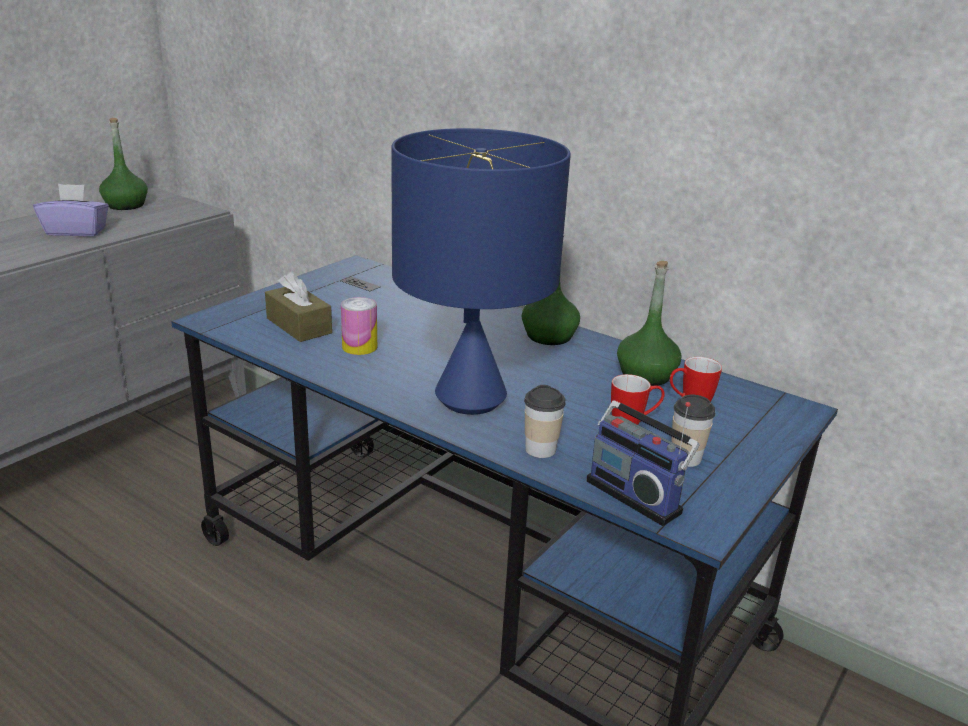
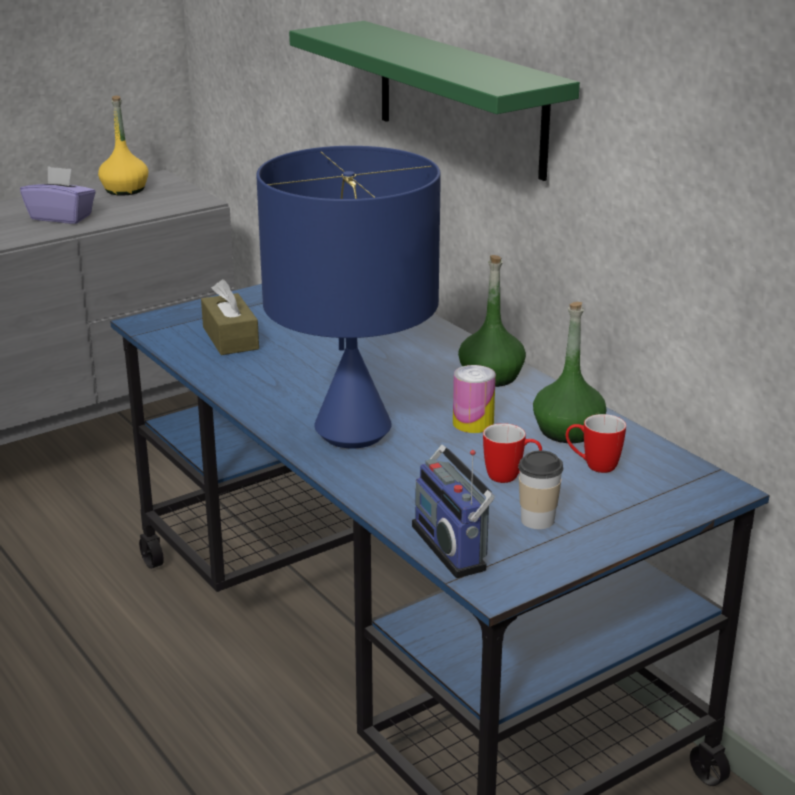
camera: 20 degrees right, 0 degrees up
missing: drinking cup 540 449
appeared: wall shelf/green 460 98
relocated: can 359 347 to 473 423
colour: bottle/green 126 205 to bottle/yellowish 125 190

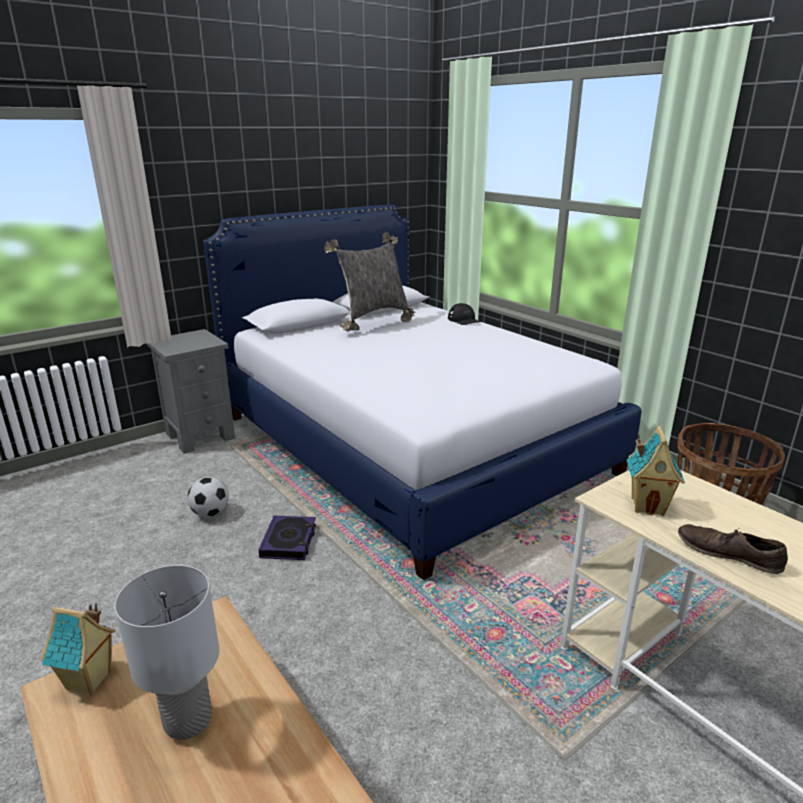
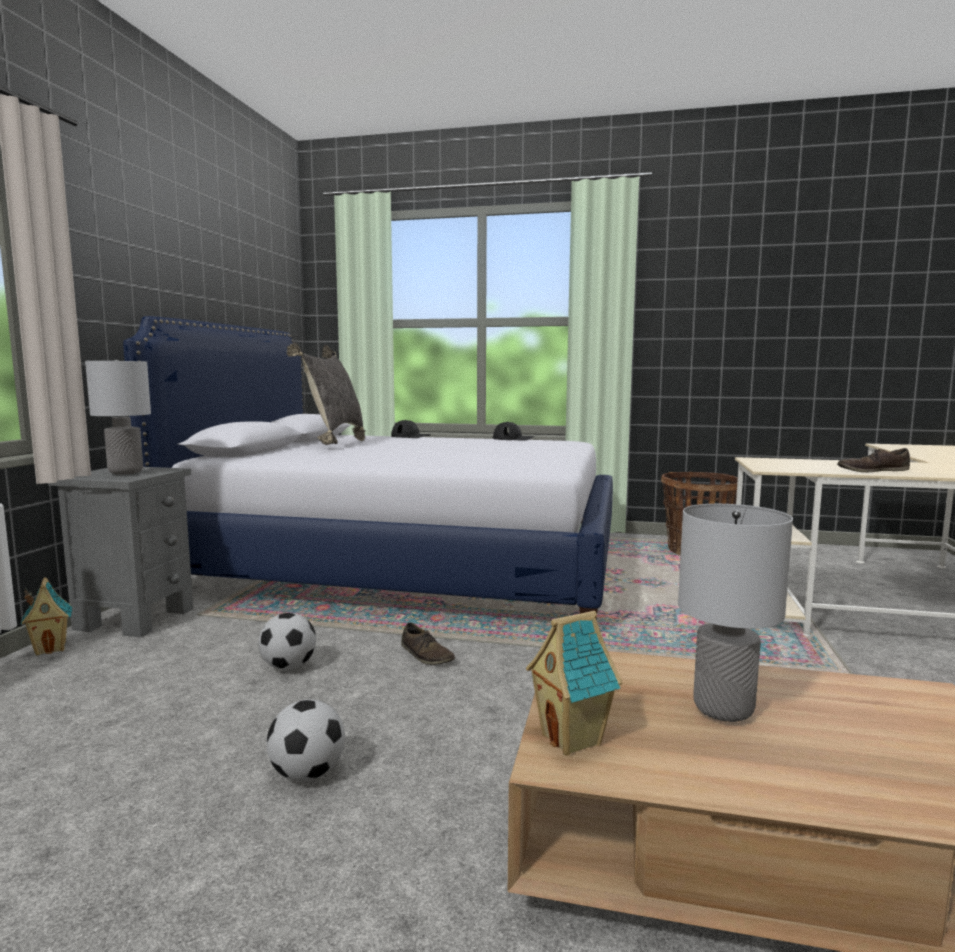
camera: 40 degrees left, 15 degrees down
appeared: tabletop lamp/grey 126 473; peaked cap/black 513 439; football ball 307 774
relocated: model house 648 506 to 51 648
exchanged: book 289 541 to low shoe/brown 426 655

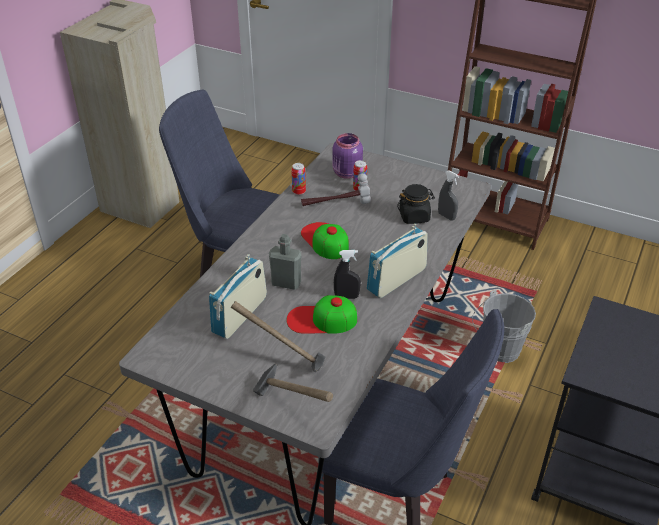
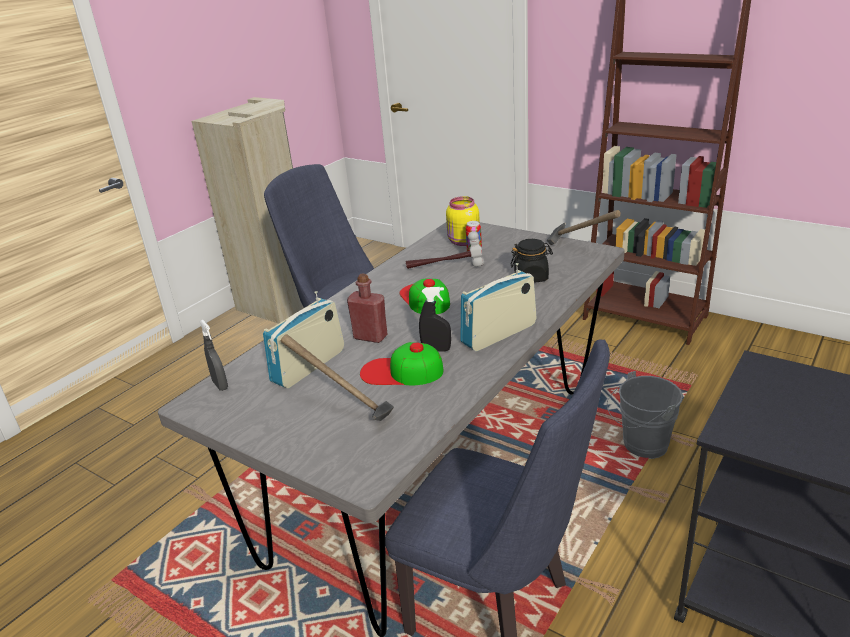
camera: 10 degrees right, 10 degrees down
missing: can 299 192
relocated: sprayer/grey 446 216 to 220 385; tool hammer 292 408 to 580 250
colour: jar/purple 346 173 to jar/yellowish 463 242; bottle/grey 286 283 to bottle/reddish 370 337

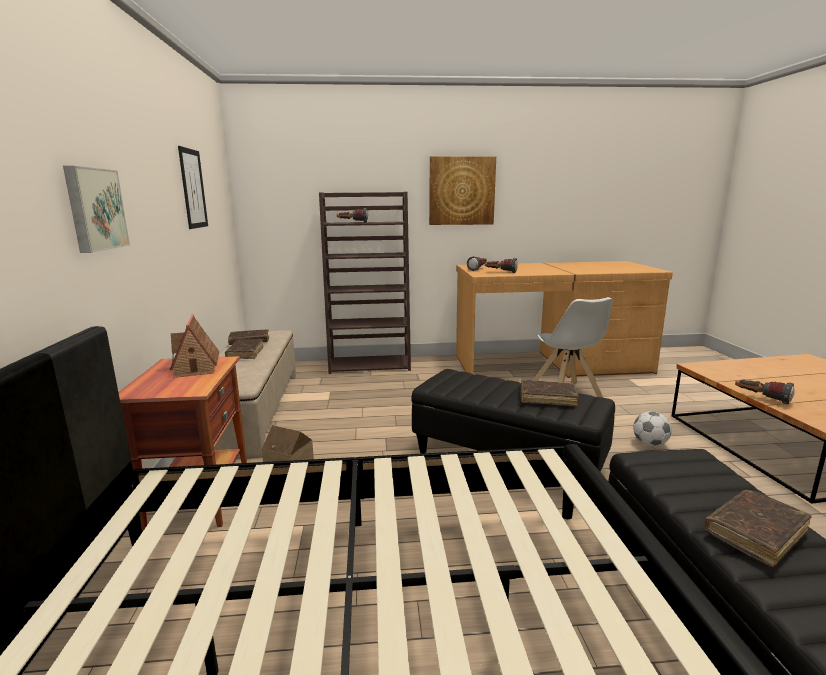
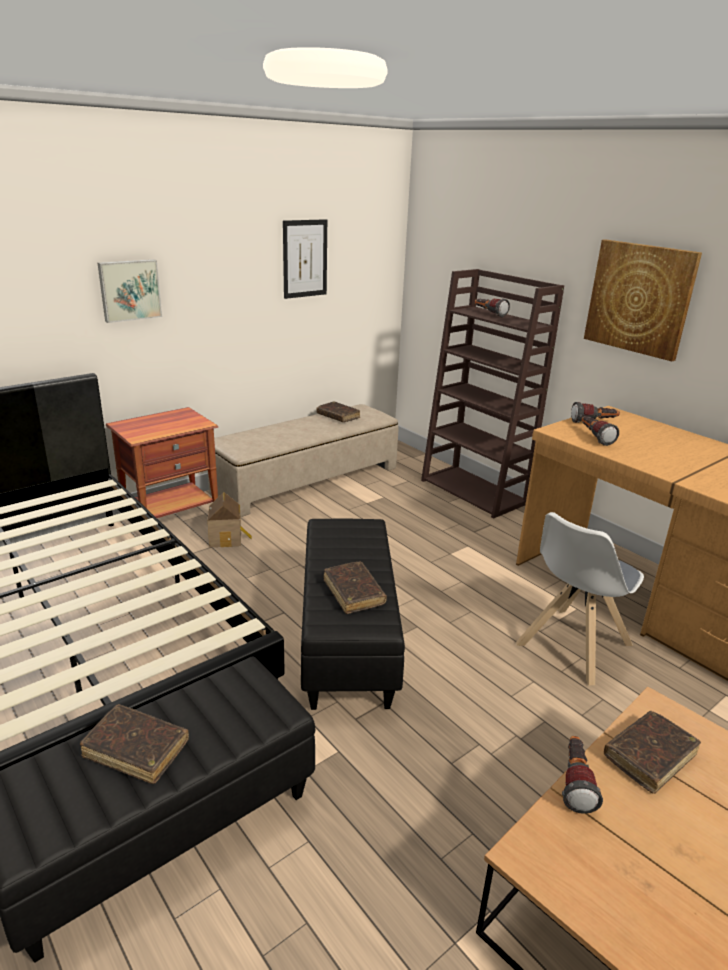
camera: 55 degrees right, 10 degrees up
missing: model house 196 366; football ball 650 444
relocated: book/brown 245 353 to 649 756

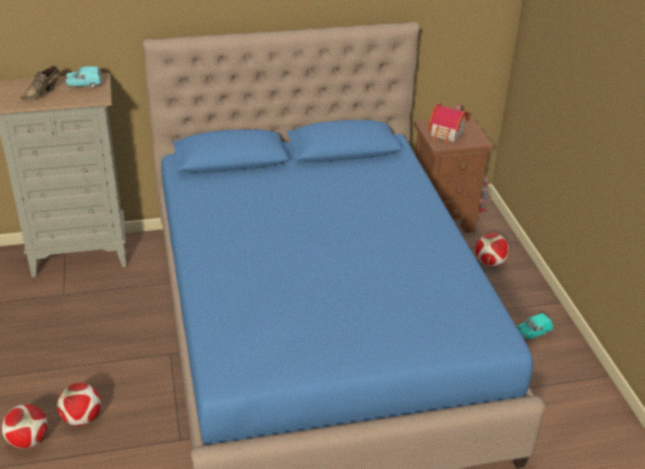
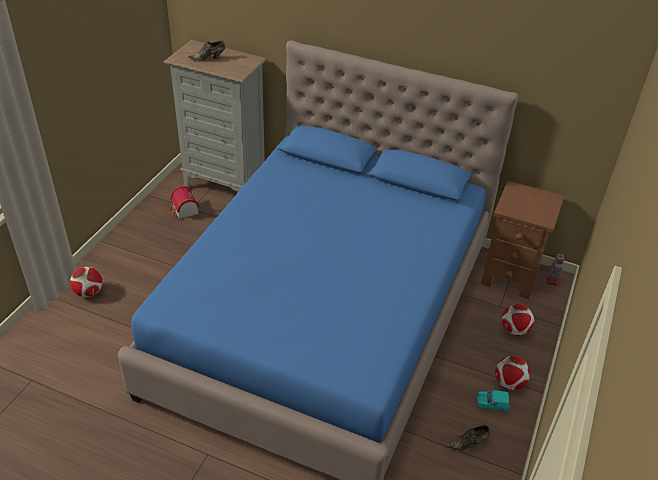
camera: 35 degrees right, 5 degrees up
missing: model car/blue-green 84 85
appeared: low shoe/brown 468 444
relocated: model house 447 134 to 184 211; football ball 82 418 to 509 383

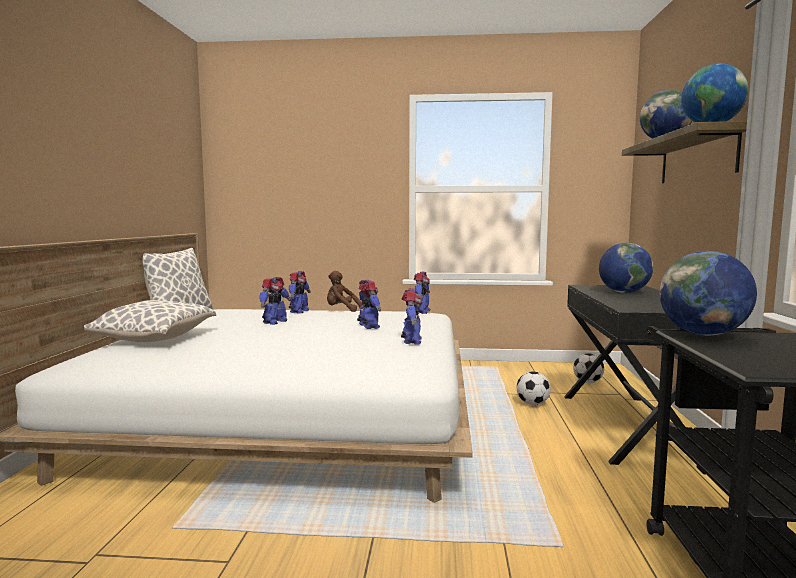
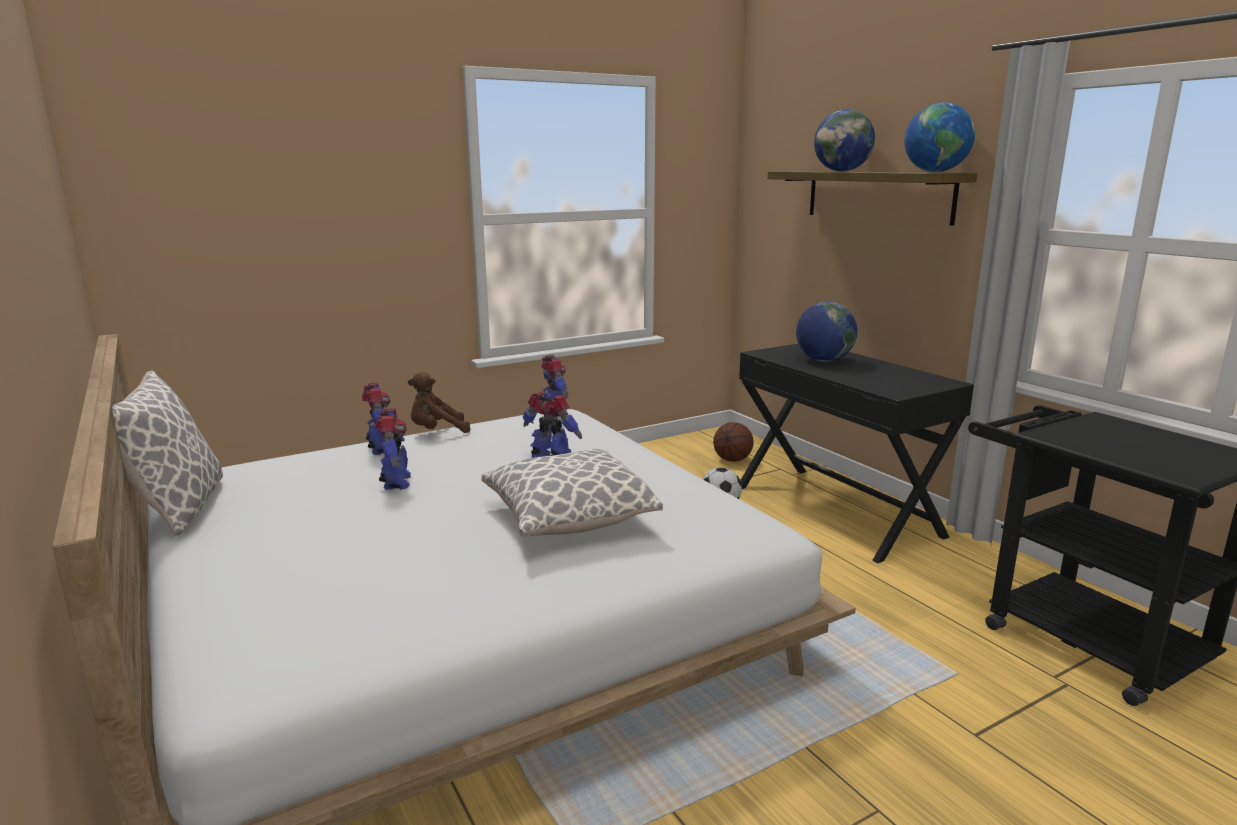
camera: 35 degrees left, 10 degrees up
missing: world globe 703 334; model robot 411 341
relocated: cushion 155 339 to 568 519
exchanged: football ball 587 382 to basketball ball 732 460

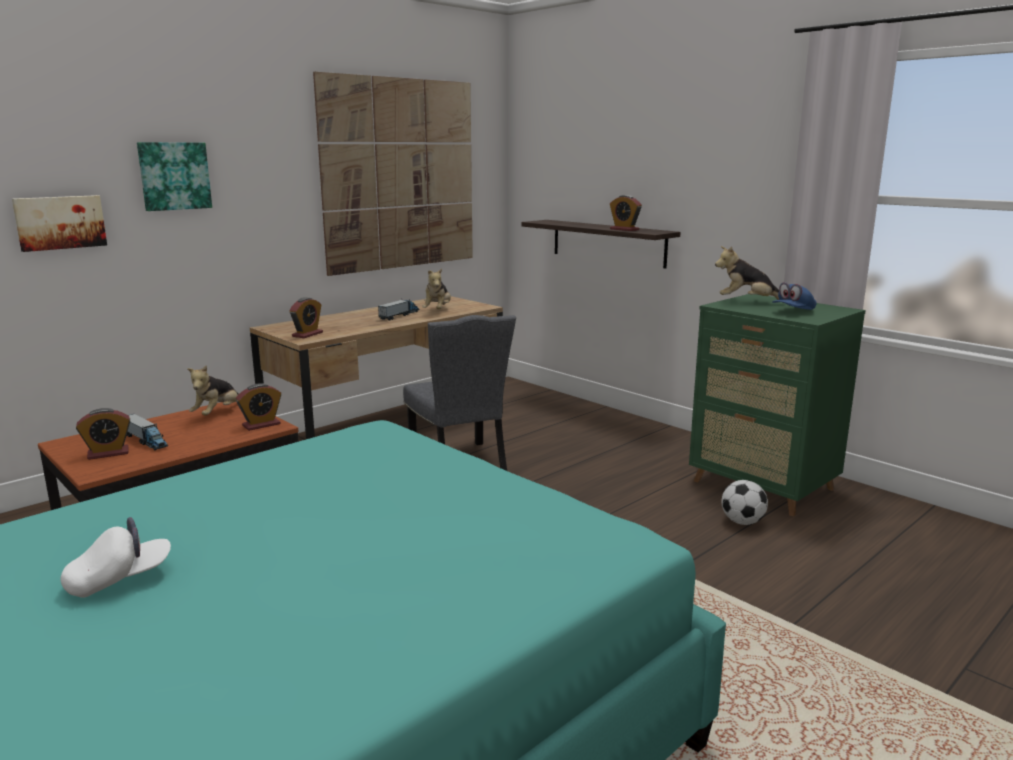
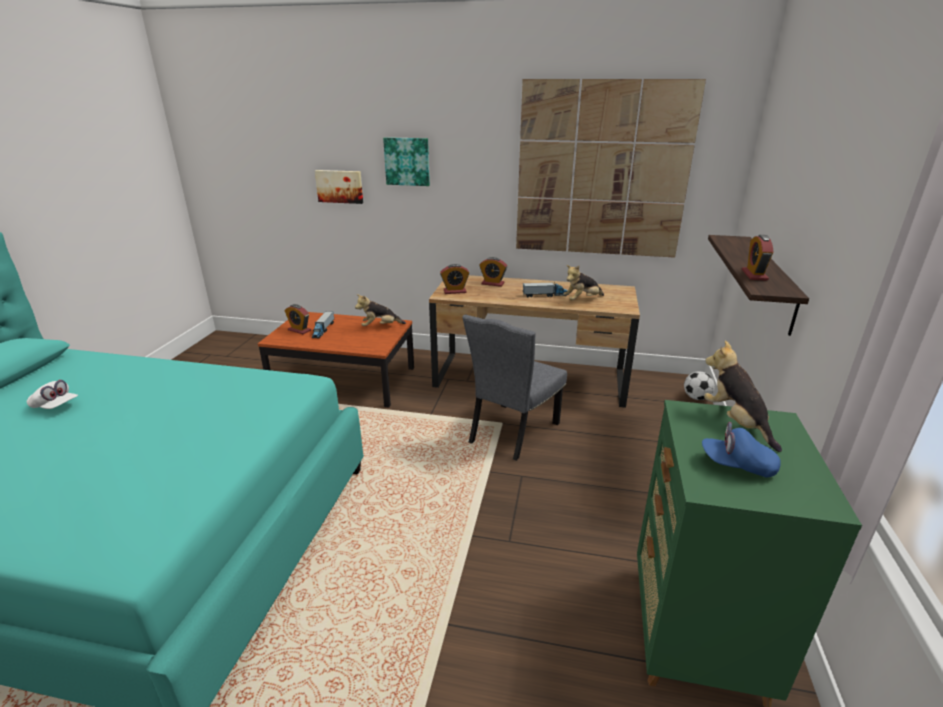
camera: 55 degrees right, 10 degrees up
relocated: bedside clock 261 425 to 493 283; football ball 742 522 to 696 398

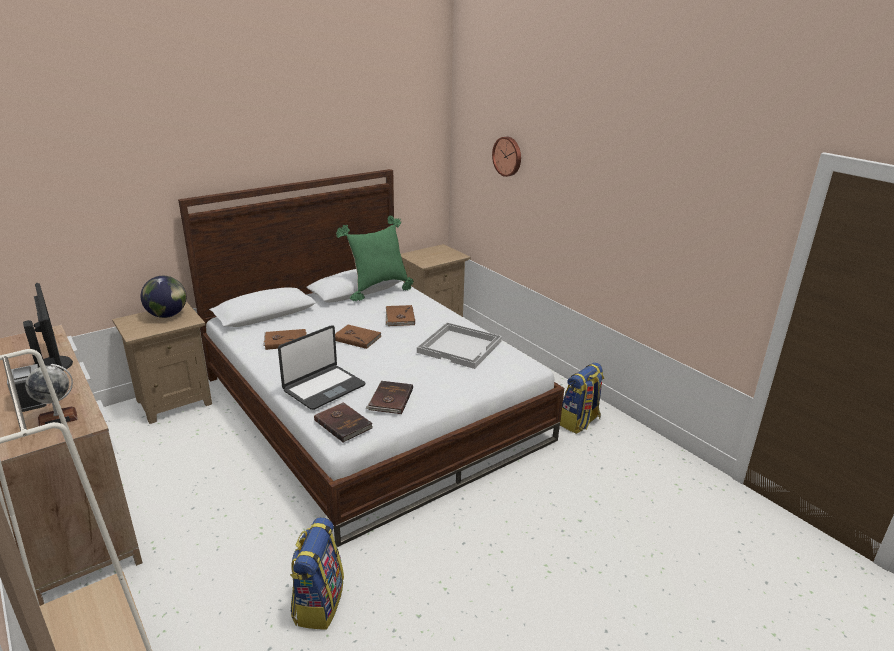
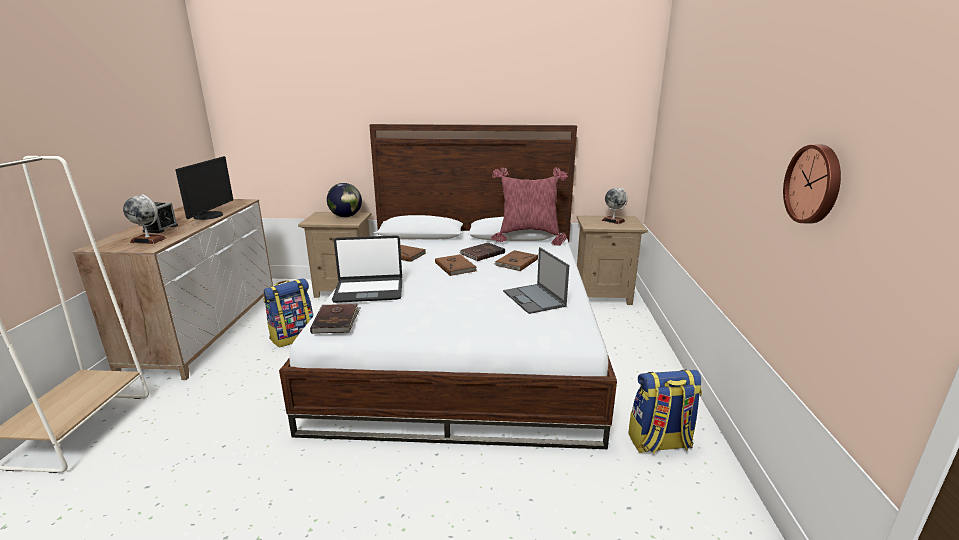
camera: 40 degrees right, 5 degrees down
appeared: world globe 613 221
relocated: wall clock 508 156 to 814 184; book/brown 390 399 to 482 253; knapsack 318 603 to 293 336
exchanged: tray/white-coloured 460 346 to portable computer 534 299
colour: cushion/green 377 292 to cushion/reddish 528 241

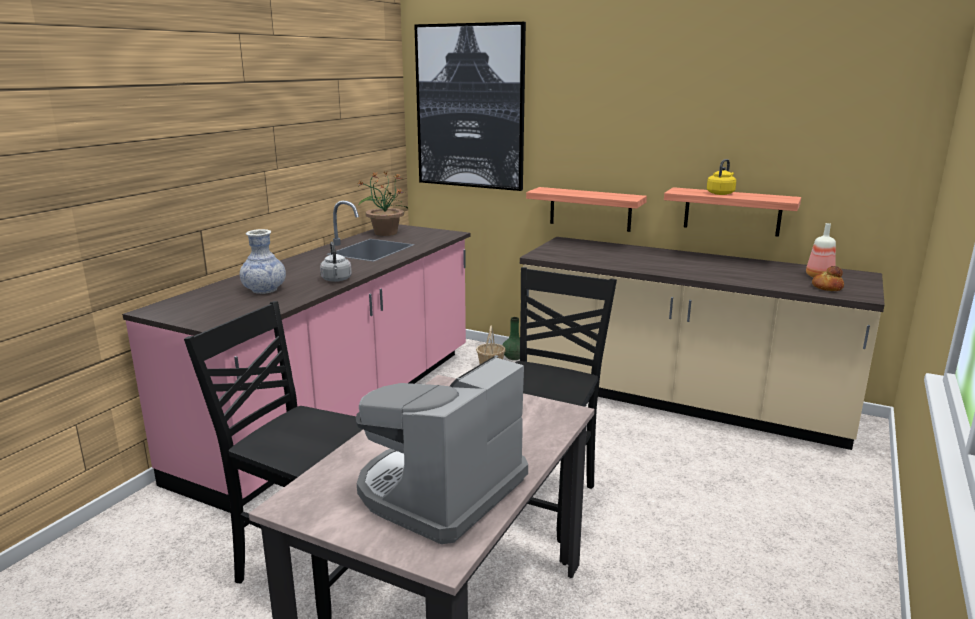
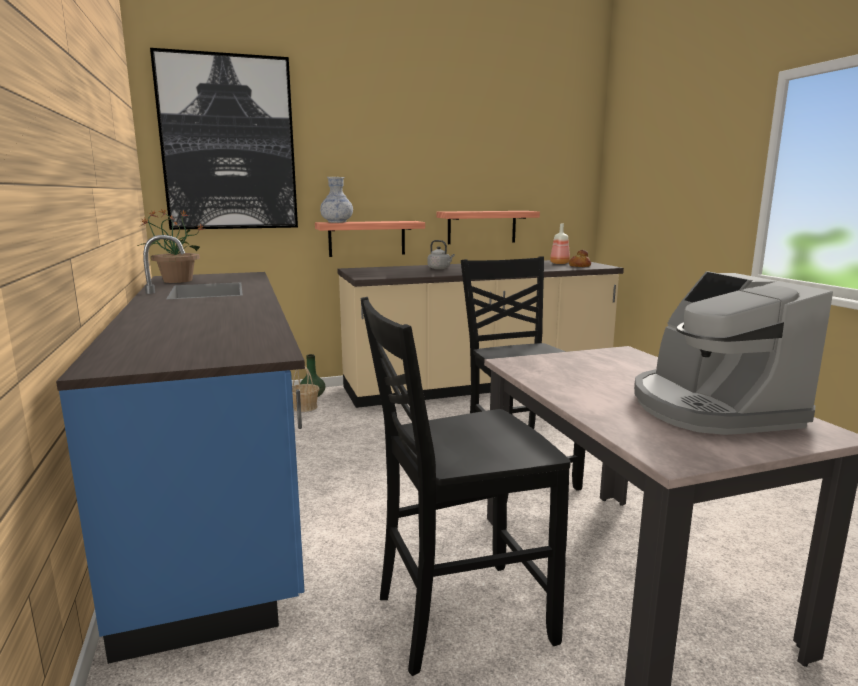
camera: 45 degrees left, 5 degrees down
missing: kettle/yellowish 721 193
relocated: flower vase 264 290 to 337 222; kettle/grey 336 280 to 440 268
colour: kitchen counter/pinkish 340 410 to kitchen counter/bluish 221 487

